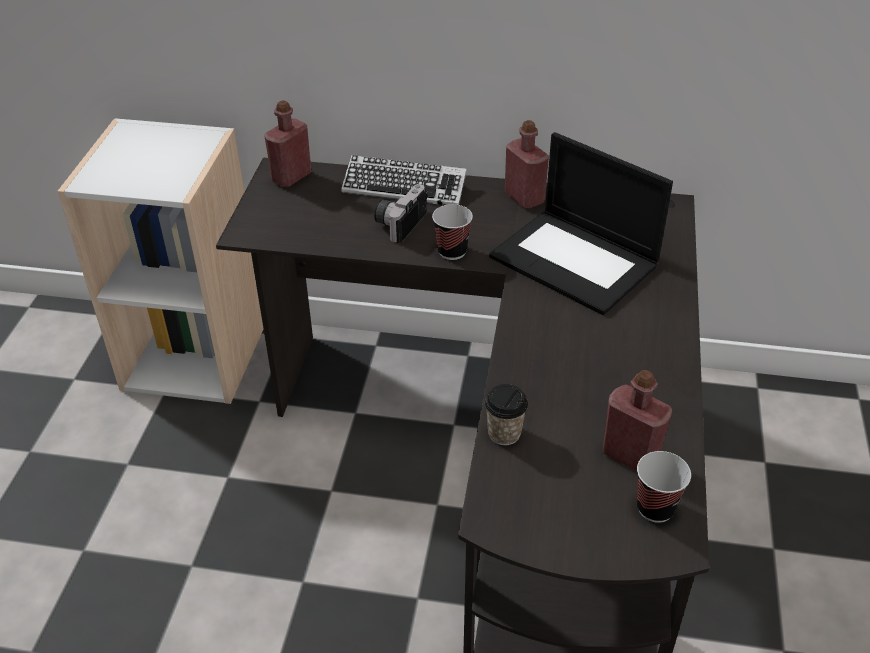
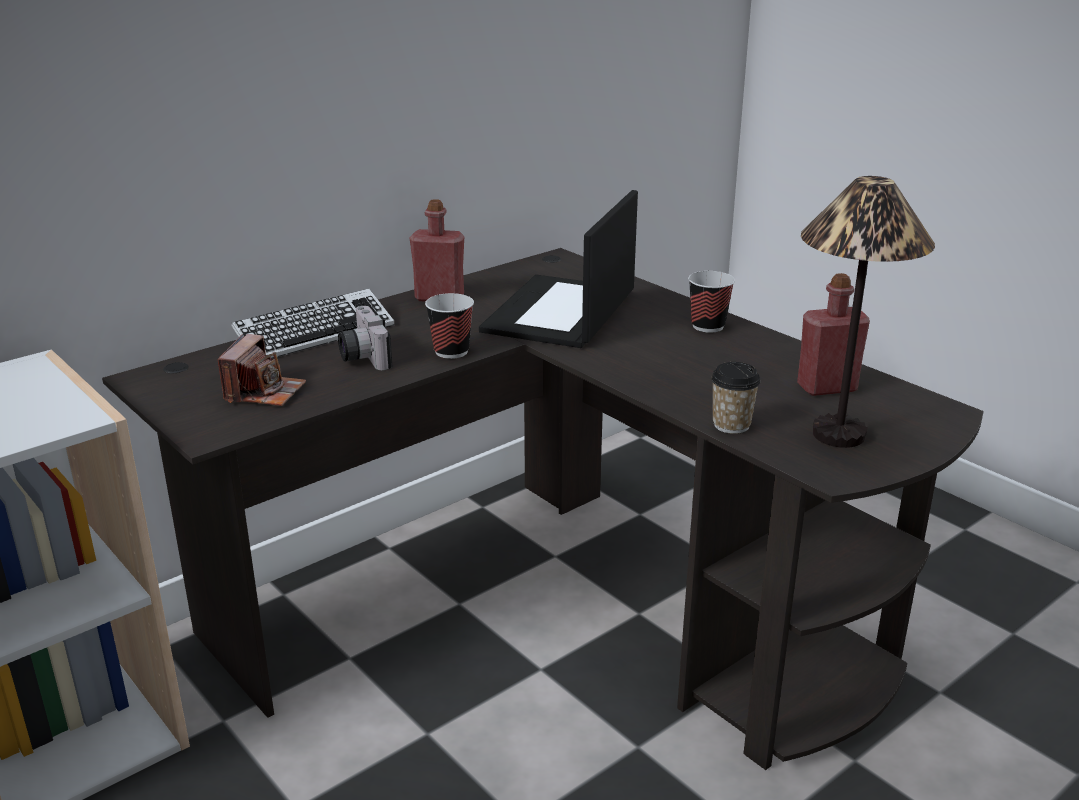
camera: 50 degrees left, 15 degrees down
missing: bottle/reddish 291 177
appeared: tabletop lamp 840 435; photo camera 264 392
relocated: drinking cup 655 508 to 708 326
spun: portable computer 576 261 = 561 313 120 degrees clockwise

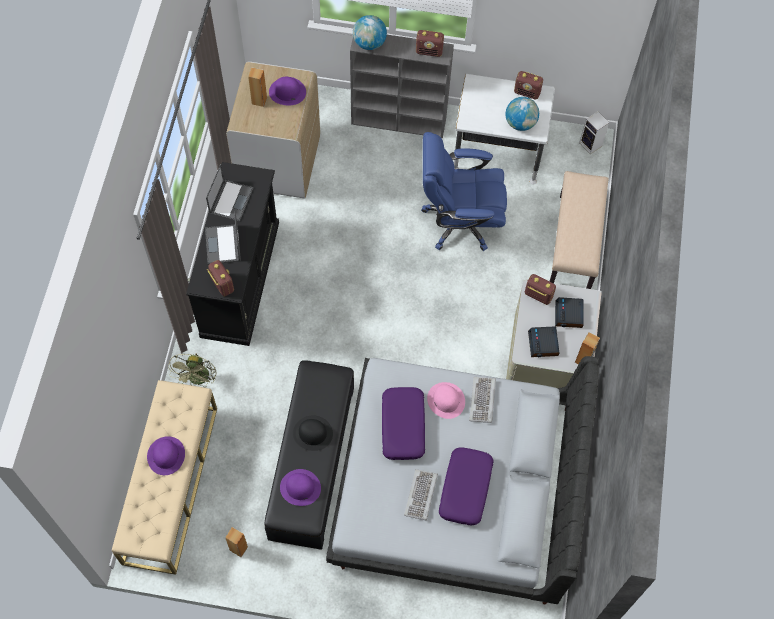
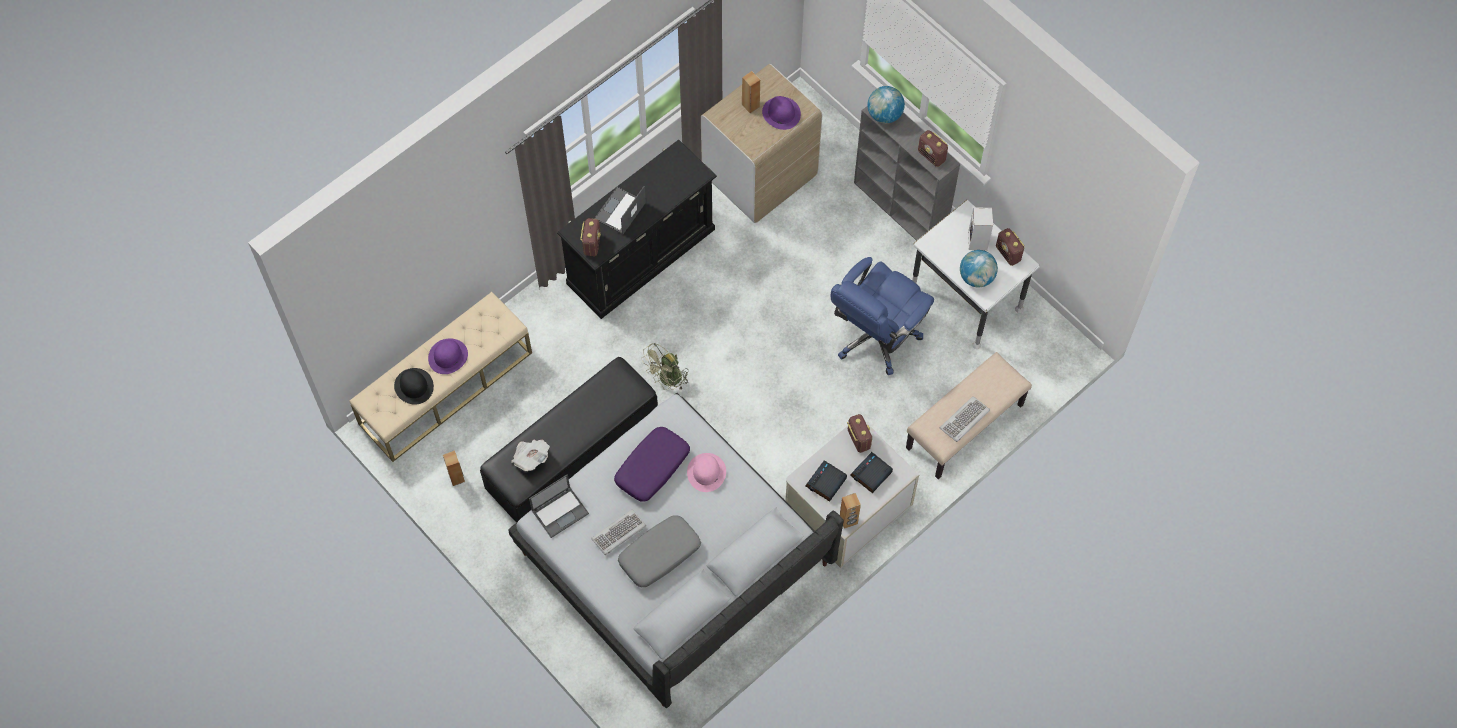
camera: 40 degrees right, 0 degrees up
relocated: audio speaker 591 145 to 978 242; portable computer 231 200 to 560 511; fan/green 198 380 to 667 380; computer keyboard 483 400 to 965 420; wearable hat/black 313 433 to 414 386
exchanged: wearable hat/purple 300 487 to daily paper 531 458
colour: cushion/purple 466 489 to cushion/grey 659 555
spun: desk chair/bluish 460 221 = 876 336 90 degrees counterclockwise

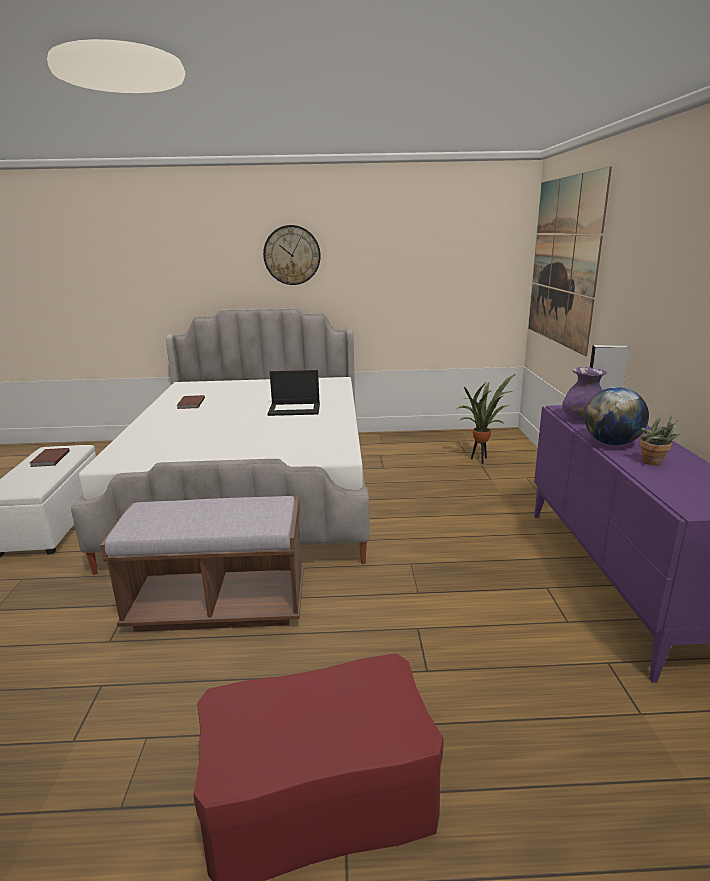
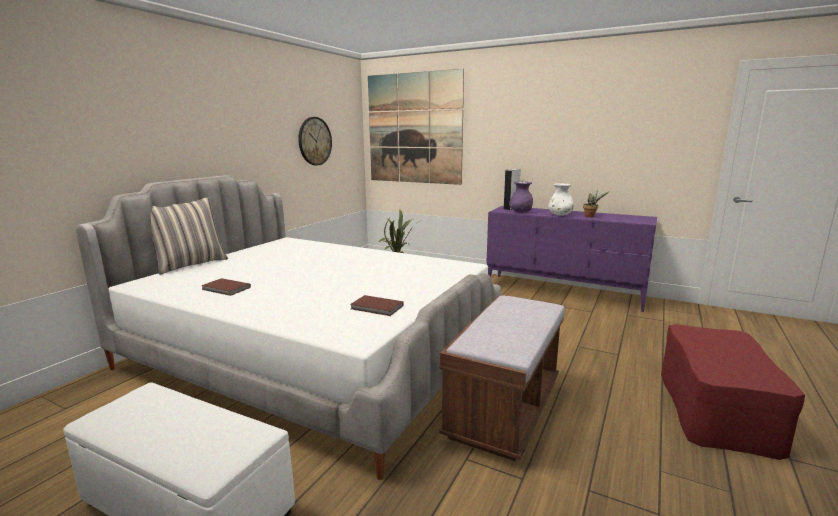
camera: 60 degrees left, 5 degrees down
missing: portable computer 295 409
appeared: cushion 190 264
relocated: wall clock 292 255 to 314 141; book/brown 49 459 to 377 308
exchanged: world globe 611 443 to flower vase/white-coloured 560 215

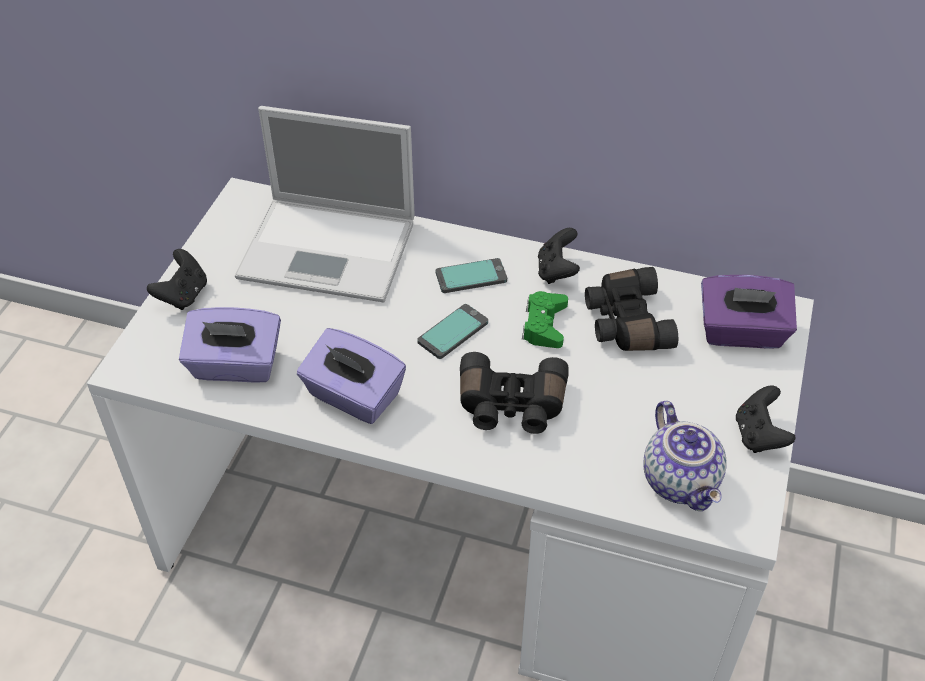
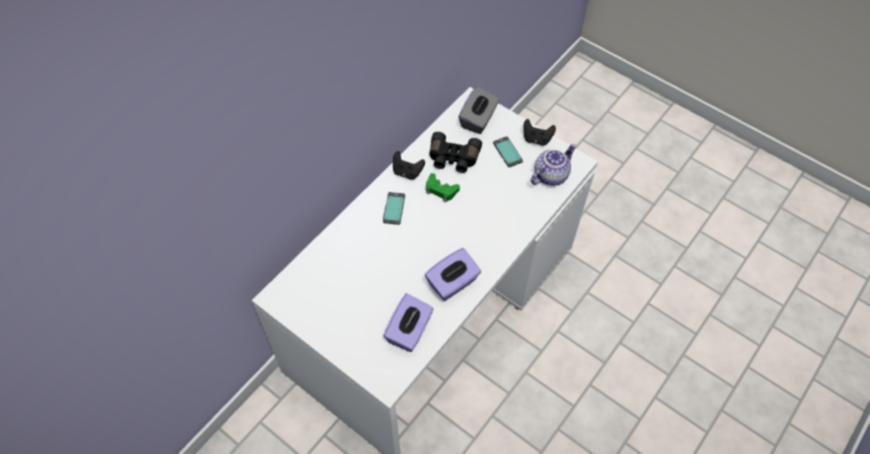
camera: 70 degrees left, 10 degrees up
missing: portable computer 331 249; game controller/black 183 295; binoculars/black 511 406
relocated: telephone 452 332 to 507 152
colour: tissue box/purple 741 332 to tissue box/grey 478 120
spun: teapot 682 481 = 550 175 45 degrees counterclockwise

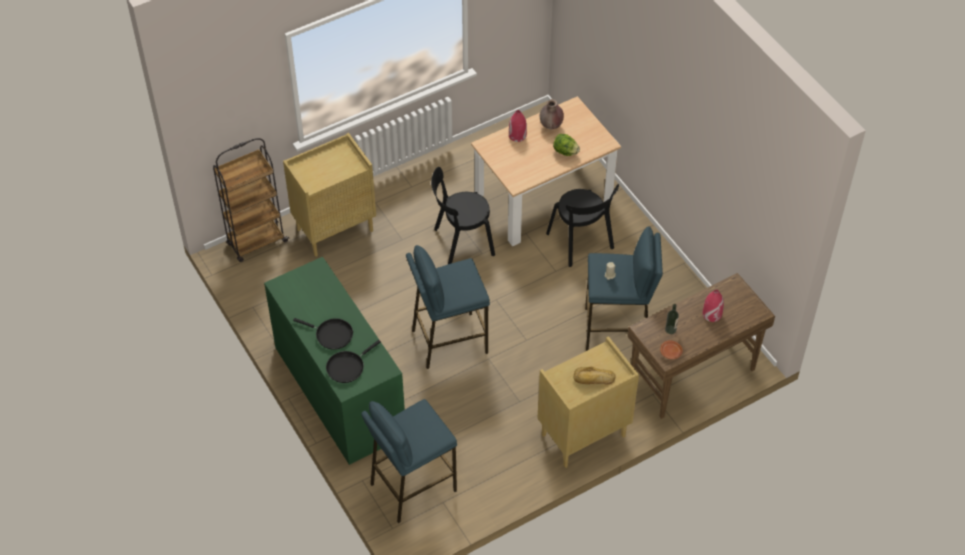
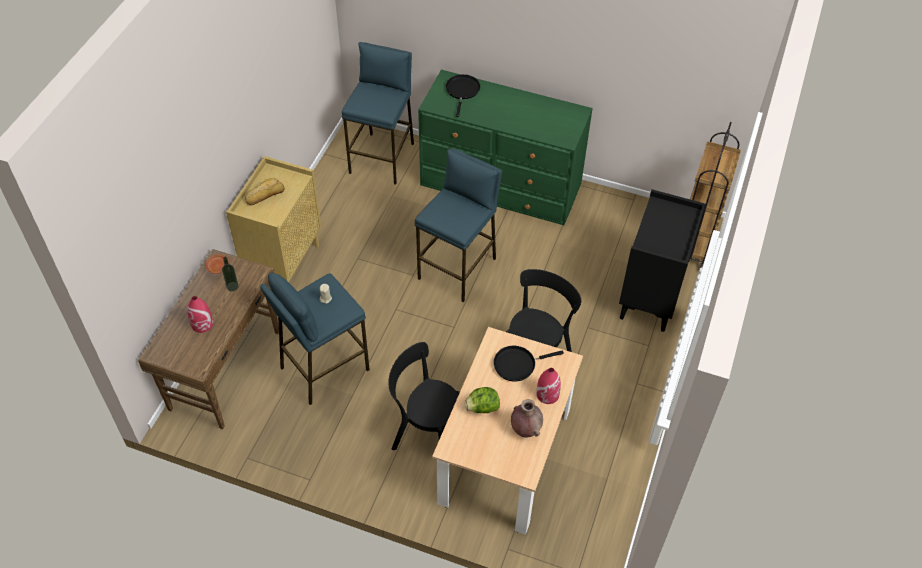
camera: 140 degrees right, 0 degrees up
relocated: pan/black 331 335 to 517 364
colour: storage cabinet/beige-coloured 335 229 to storage cabinet/black 650 298

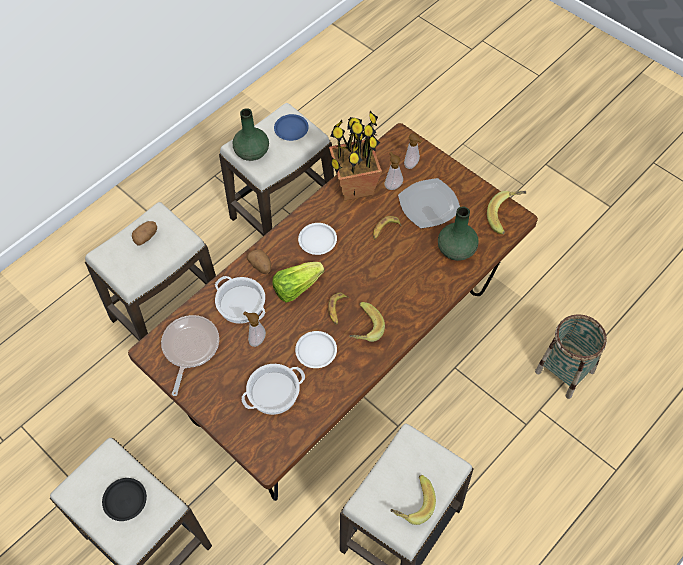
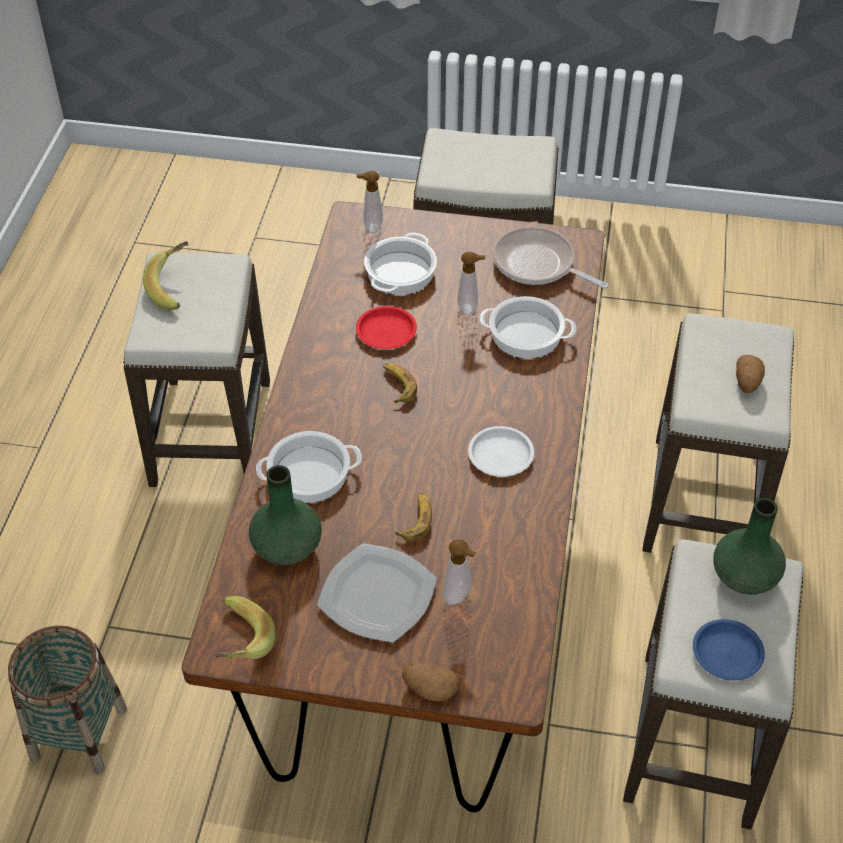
camera: 145 degrees right, 10 degrees down
missing: plant in a pot 354 186; head of lettuce 296 287; banana fruit 362 329; dinner plate/black 125 500
appeared: stockpot 309 474
relocated: soap dispenser 412 165 to 371 227; potato 261 266 to 429 689
colour: dinner plate/white-coloured 316 350 to dinner plate/reddish 386 331
spun: pan 189 348 = 538 265 150 degrees clockwise

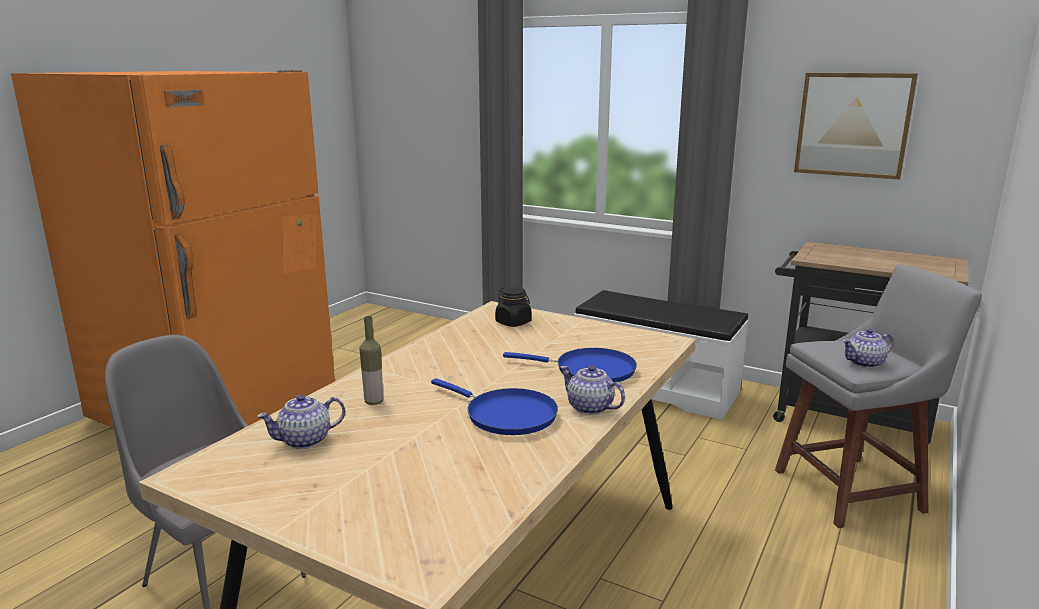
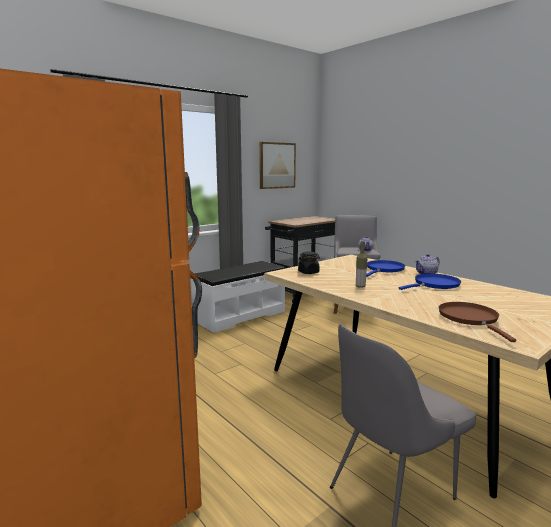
camera: 70 degrees left, 5 degrees down
relocated: bottle 373 402 to 360 286
exchanged: teapot 305 440 to pan/brown 470 319

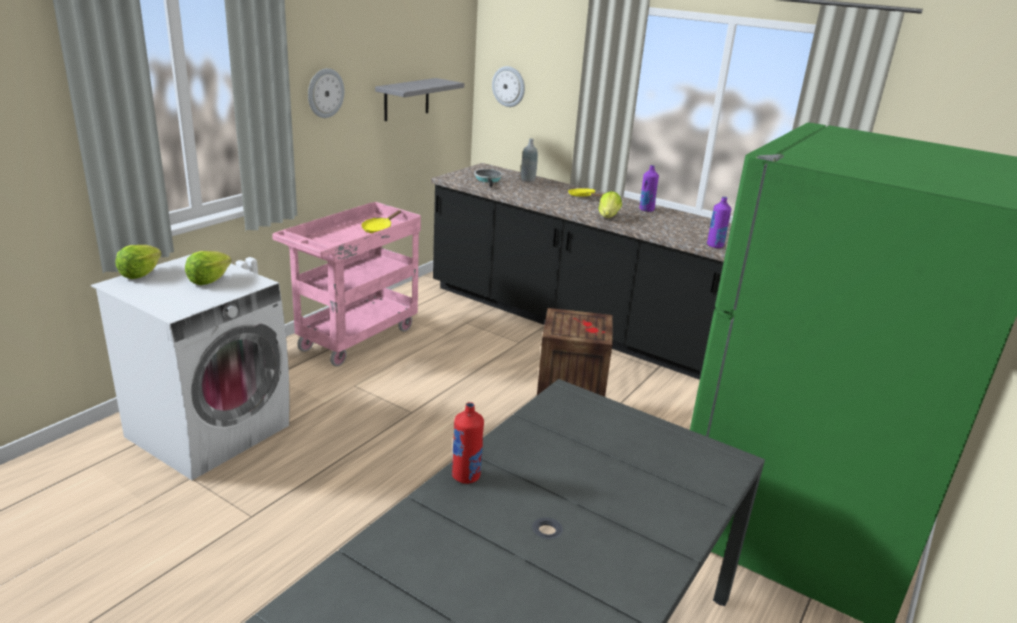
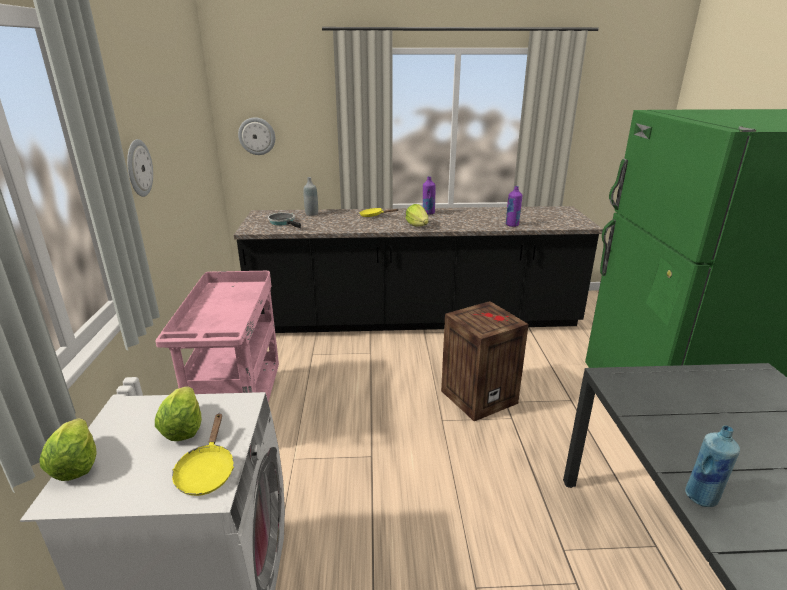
camera: 35 degrees left, 0 degrees up
missing: wall shelf/grey 406 99
relocated: pan/yellowish 379 229 to 207 471
colour: bottle/reddish 466 476 to bottle/bluish 701 497

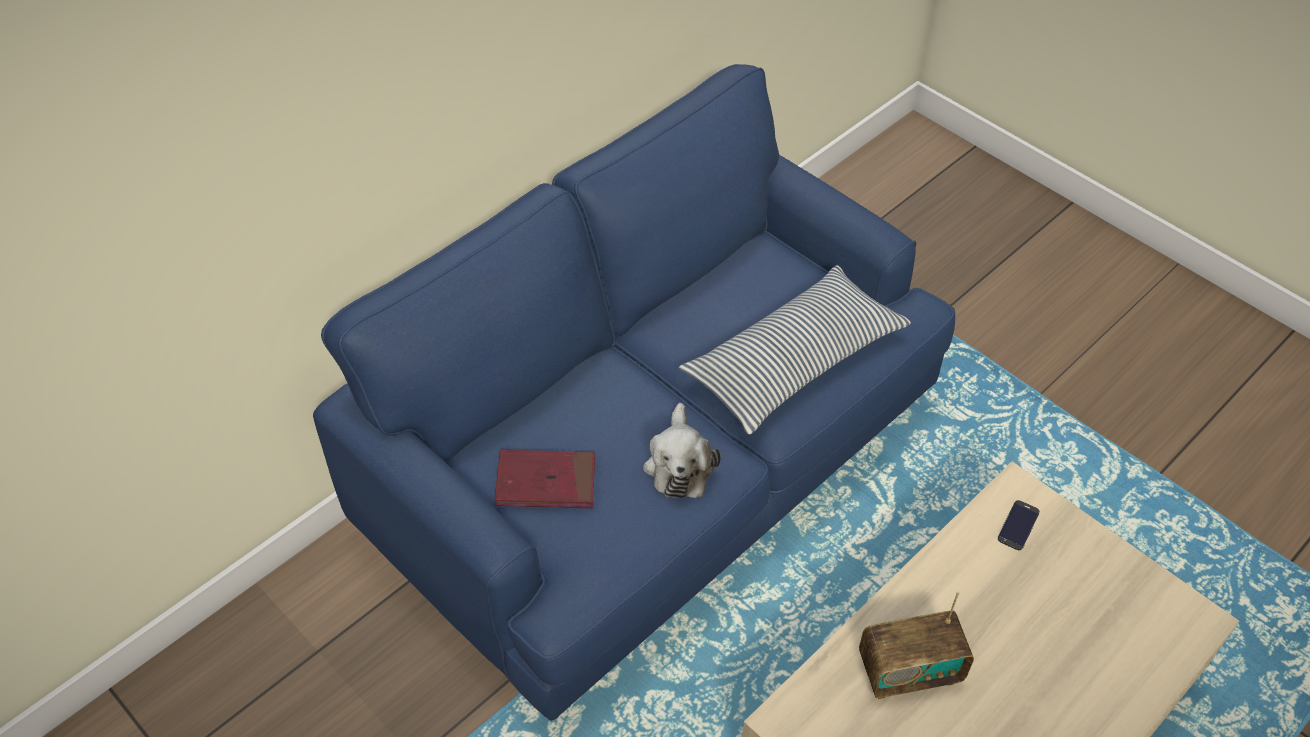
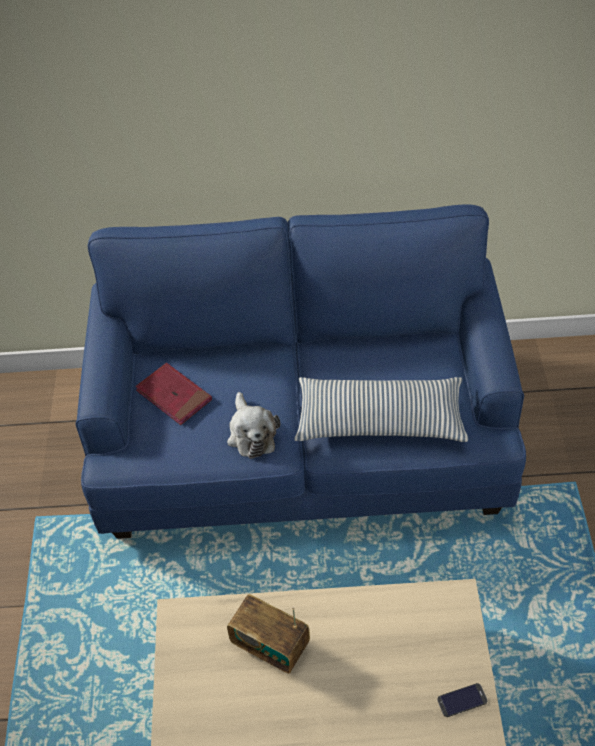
camera: 45 degrees right, 0 degrees up
relocated: telephone 1018 525 to 462 700
spun: soft toy 679 464 = 251 433 60 degrees counterclockwise

